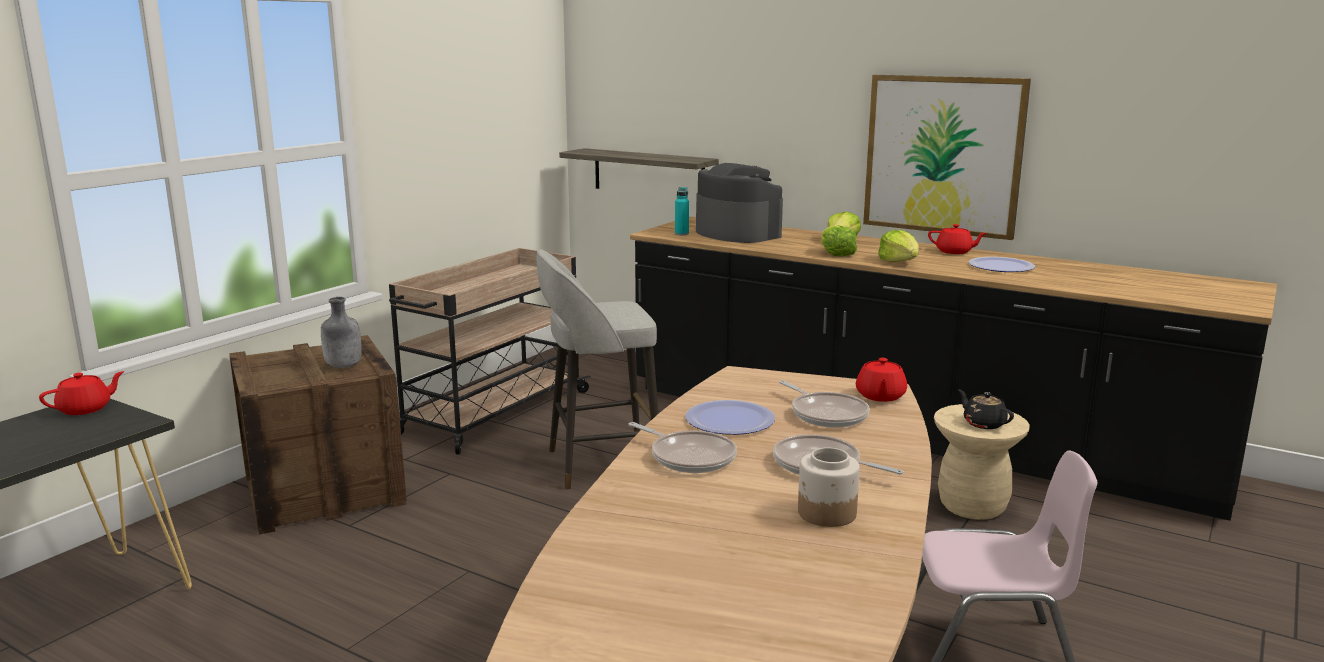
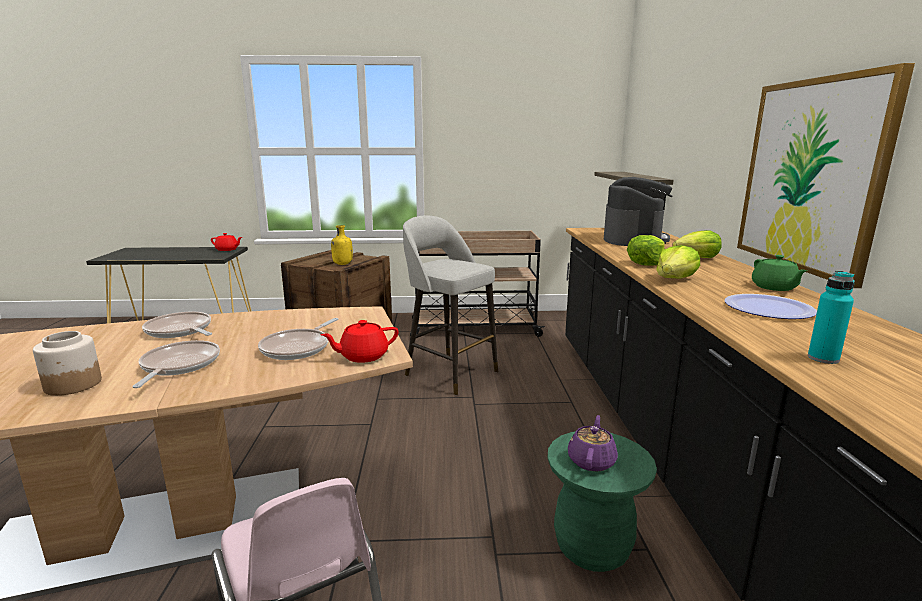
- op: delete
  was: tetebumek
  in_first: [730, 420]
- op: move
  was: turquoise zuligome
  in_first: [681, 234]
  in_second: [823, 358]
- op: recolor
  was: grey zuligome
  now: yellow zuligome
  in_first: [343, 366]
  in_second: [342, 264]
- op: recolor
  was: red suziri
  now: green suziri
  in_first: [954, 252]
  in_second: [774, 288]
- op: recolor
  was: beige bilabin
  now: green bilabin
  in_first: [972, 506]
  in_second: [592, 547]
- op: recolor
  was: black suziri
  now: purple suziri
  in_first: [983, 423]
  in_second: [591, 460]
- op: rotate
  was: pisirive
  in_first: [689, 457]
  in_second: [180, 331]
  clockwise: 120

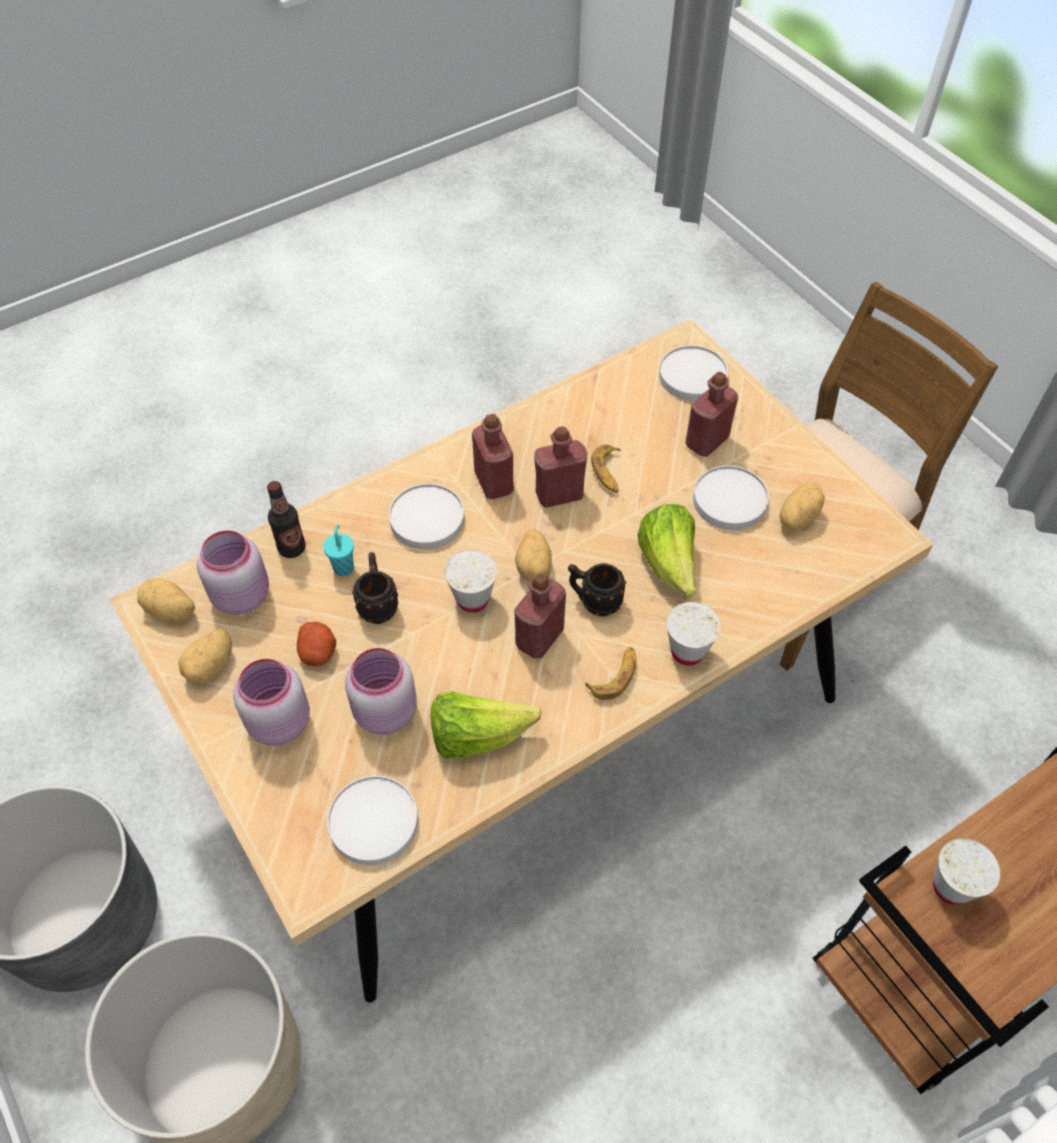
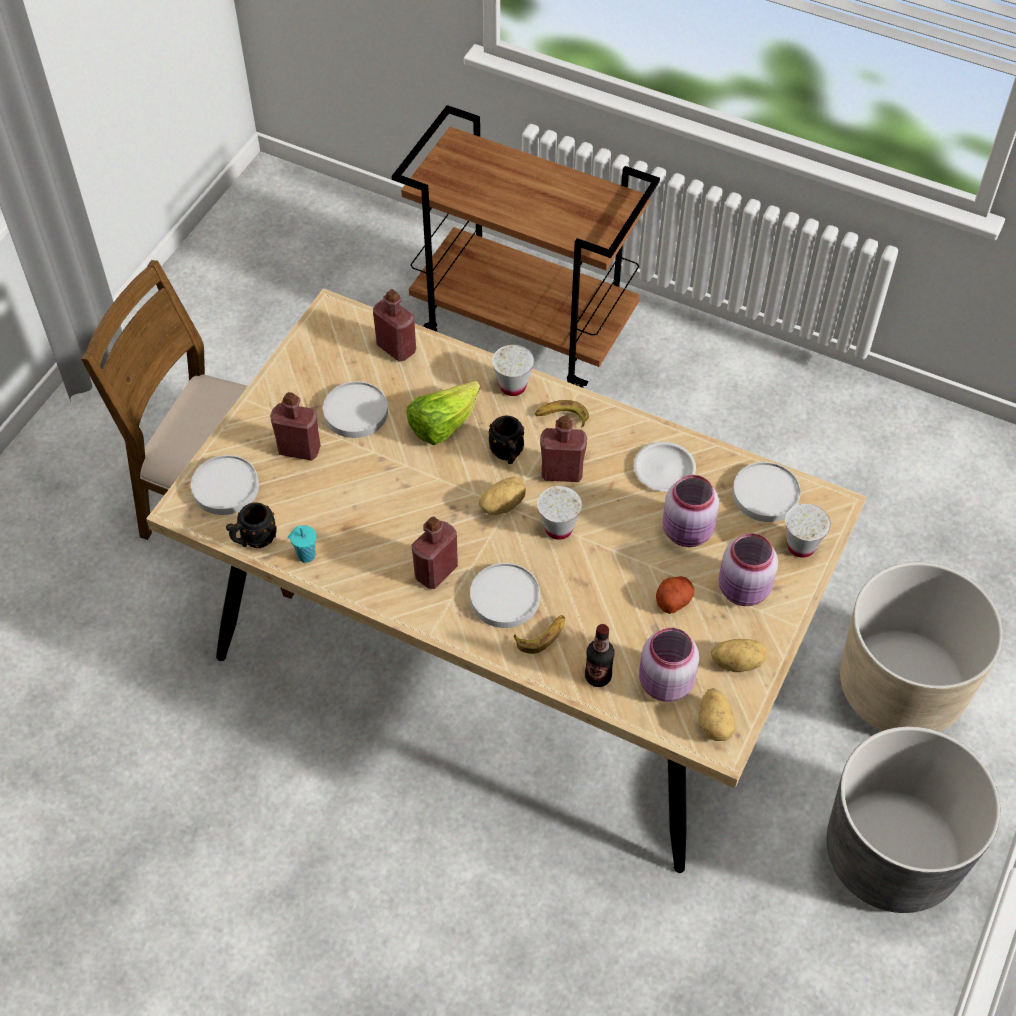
- op: delete
  was: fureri
  in_first: [796, 517]
- op: move
  was: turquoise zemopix
  in_first: [343, 567]
  in_second: [305, 556]
- op: move
  was: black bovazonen
  in_first: [378, 604]
  in_second: [253, 540]
- op: move
  was: red zuligome
  in_first: [559, 495]
  in_second: [396, 348]
- op: move
  was: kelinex
  in_first: [608, 473]
  in_second: [542, 636]
- op: move
  was: white zemopix
  in_first: [951, 887]
  in_second: [801, 546]
- op: replace
  was: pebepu
  now: white tetebumek
  in_first: [477, 736]
  in_second: [664, 470]

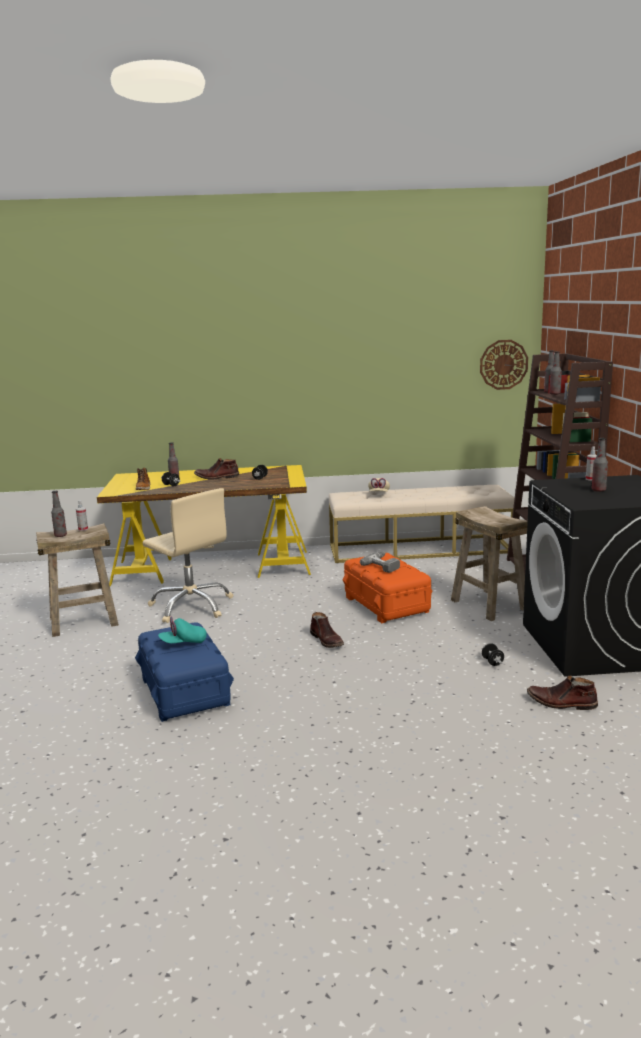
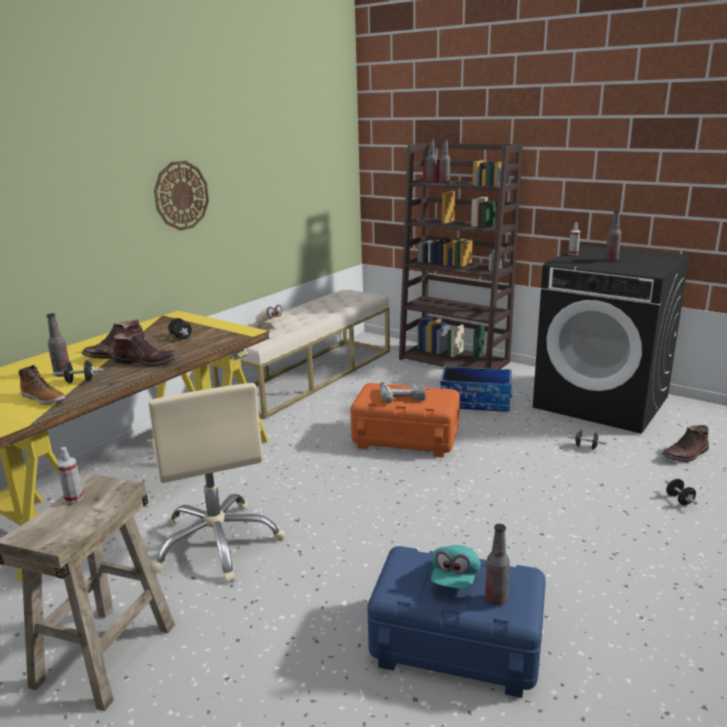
- op: insert
  now: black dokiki
  in_second: [679, 500]
- op: move
  was: zuligome
  in_first: [60, 535]
  in_second: [496, 599]
- op: move
  was: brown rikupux
  in_first: [327, 640]
  in_second: [147, 362]
- op: move
  was: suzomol
  in_first: [503, 364]
  in_second: [181, 195]
- op: replace
  was: beige bilabin
  now: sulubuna
  in_first: [489, 605]
  in_second: [476, 402]
- op: rotate
  was: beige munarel
  in_first: [192, 606]
  in_second: [218, 543]
  clockwise: 75

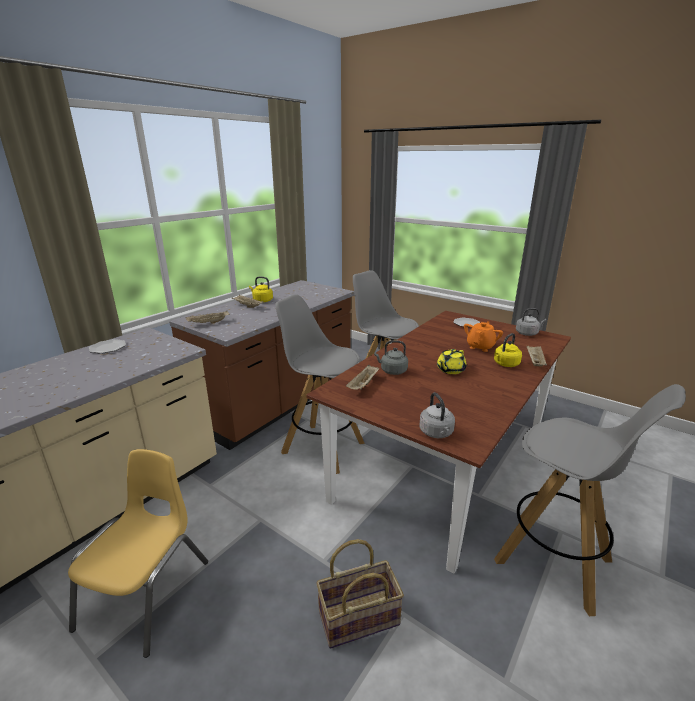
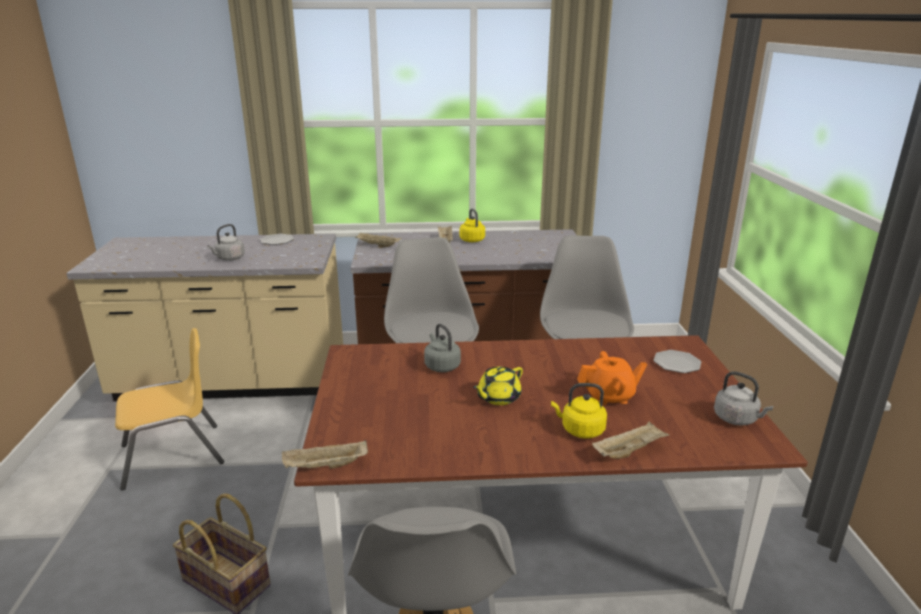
- op: move
  was: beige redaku
  in_first: [363, 385]
  in_second: [325, 467]
- op: move
  was: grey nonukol
  in_first: [437, 433]
  in_second: [229, 258]
- op: rotate
  was: yellow suziri
  in_first: [450, 370]
  in_second: [498, 397]
  clockwise: -45

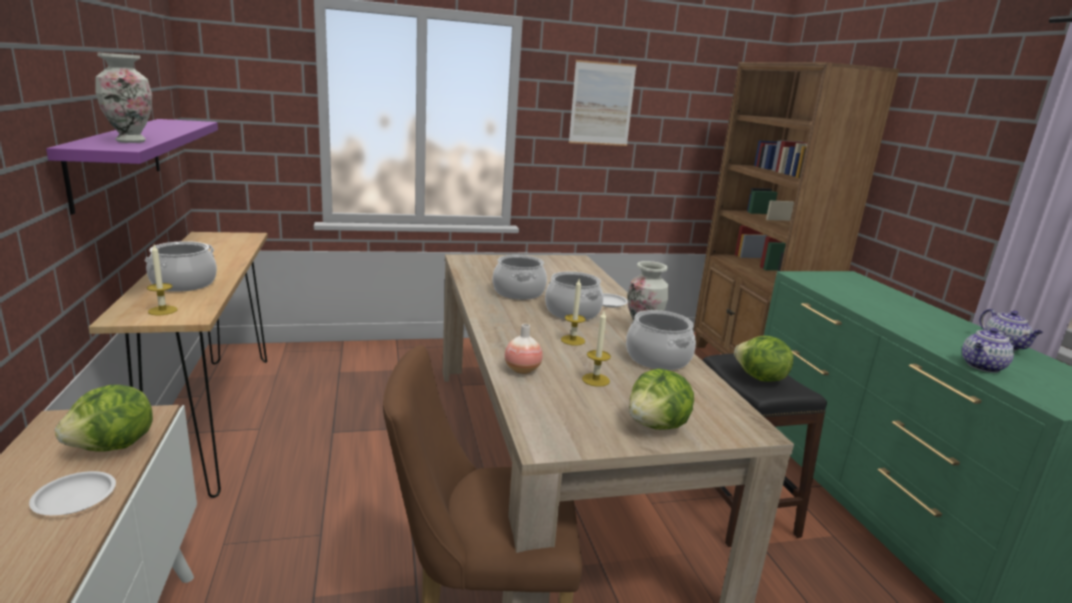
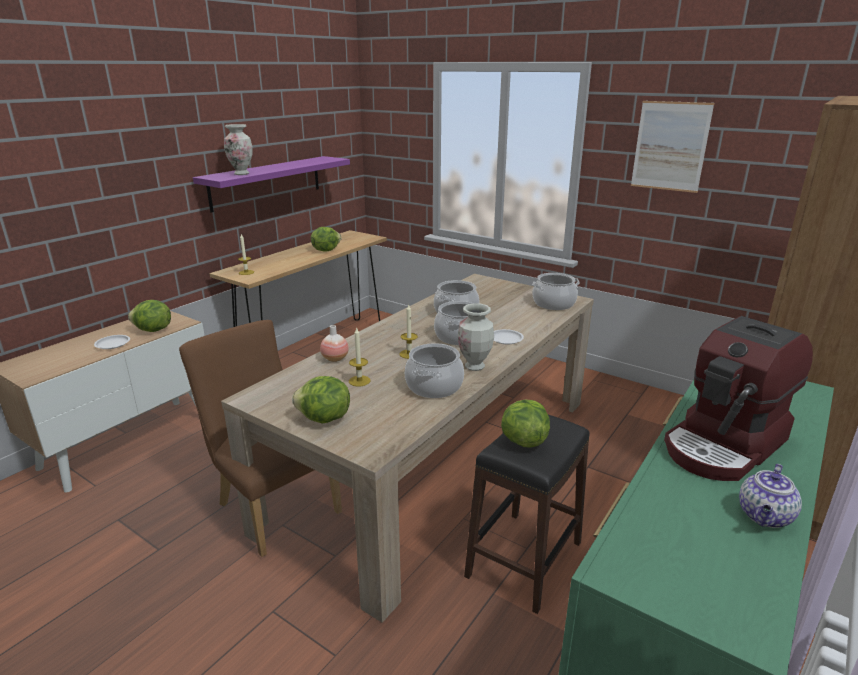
- op: delete
  was: suziri
  in_first: [982, 367]
- op: insert
  now: pebepu
  in_second: [326, 250]
- op: insert
  now: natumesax
  in_second: [725, 445]
- op: move
  was: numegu
  in_first: [184, 284]
  in_second: [553, 304]

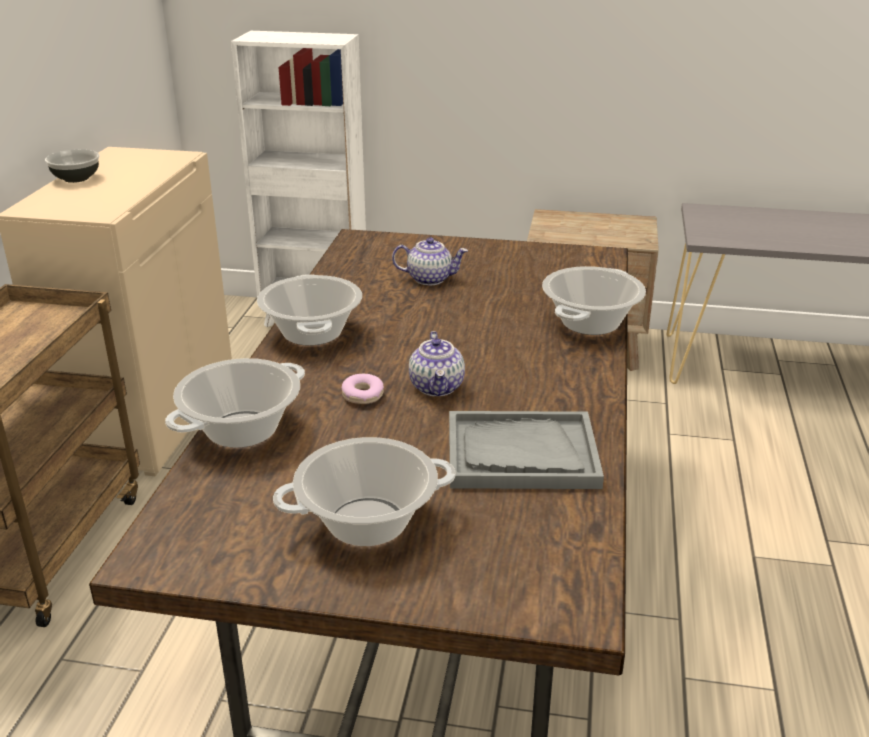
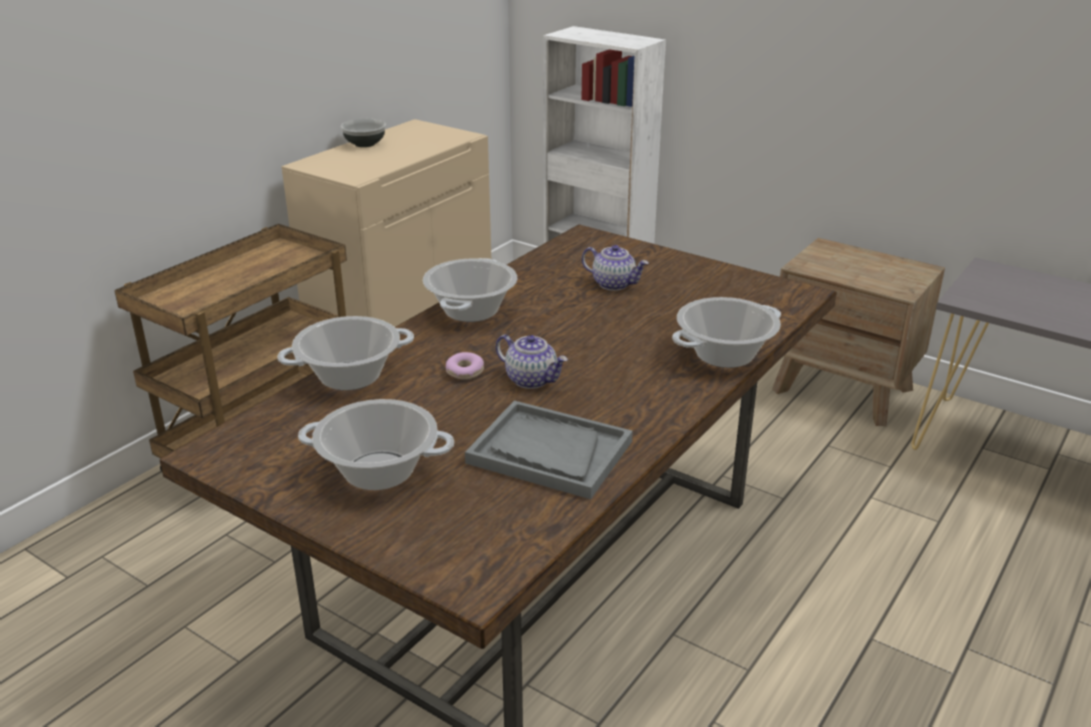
- op: rotate
  was: suziri
  in_first: [437, 387]
  in_second: [532, 380]
  clockwise: -75

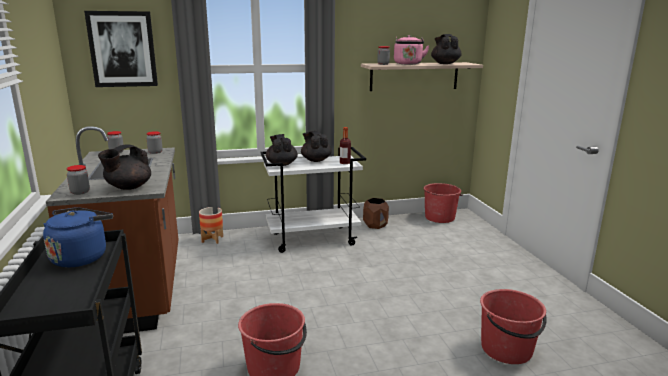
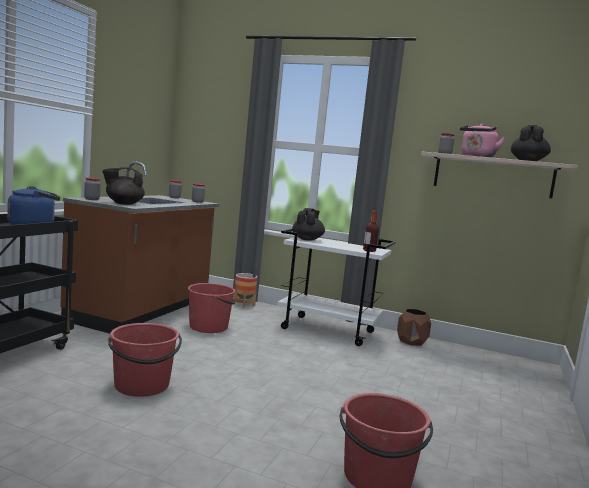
- op: delete
  was: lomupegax
  in_first: [122, 49]
- op: delete
  was: black suziri
  in_first: [315, 160]
- op: move
  was: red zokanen
  in_first: [440, 217]
  in_second: [209, 327]

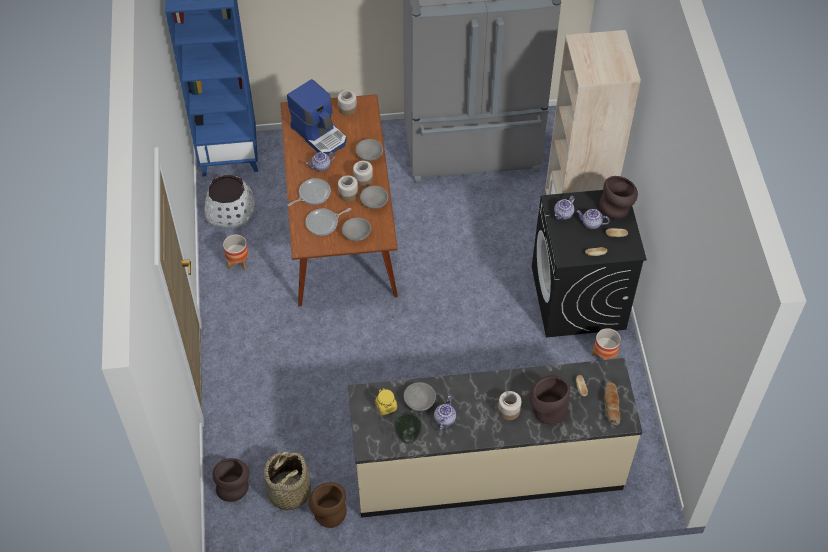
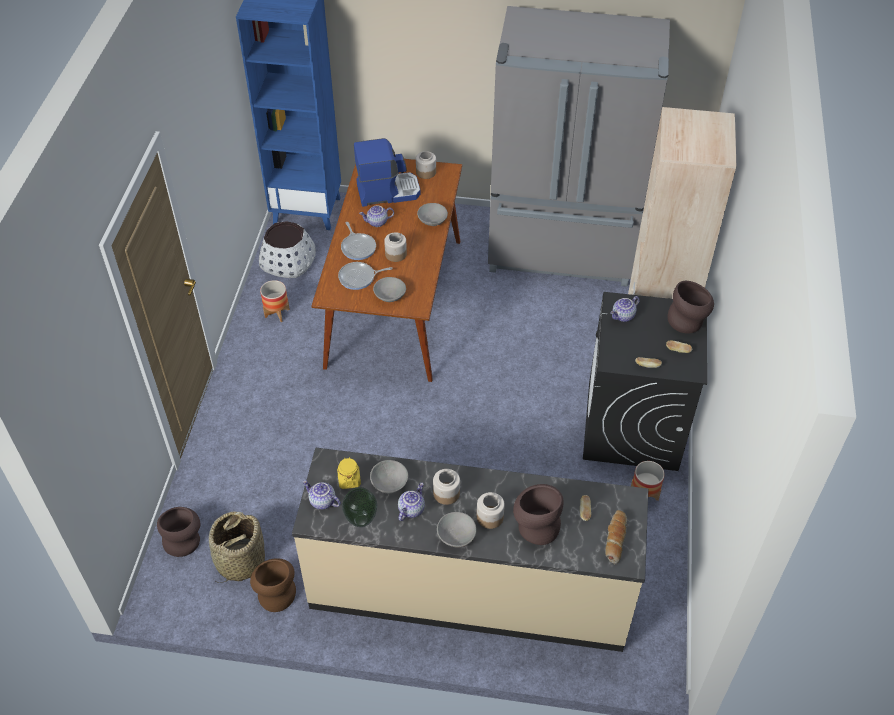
- op: move
  was: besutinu
  in_first: [363, 179]
  in_second: [446, 493]
- op: move
  was: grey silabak
  in_first: [374, 202]
  in_second: [456, 536]
- op: move
  was: suziri
  in_first: [591, 224]
  in_second: [322, 501]
- op: rotate
  was: natumesax
  in_first: [319, 134]
  in_second: [387, 191]
  clockwise: -75
- op: rotate
  was: pisirive
  in_first: [313, 194]
  in_second: [358, 247]
  clockwise: 90

